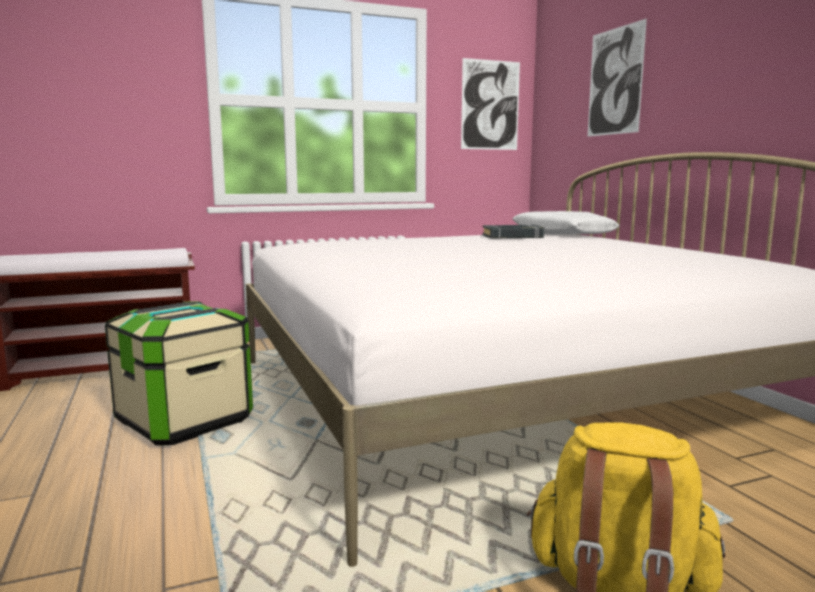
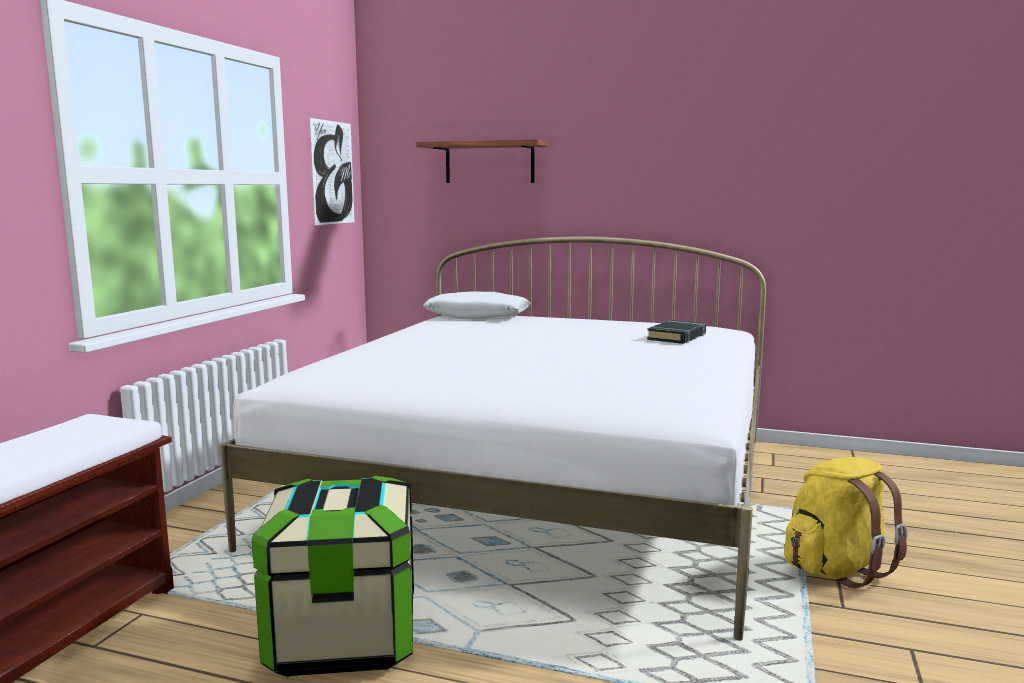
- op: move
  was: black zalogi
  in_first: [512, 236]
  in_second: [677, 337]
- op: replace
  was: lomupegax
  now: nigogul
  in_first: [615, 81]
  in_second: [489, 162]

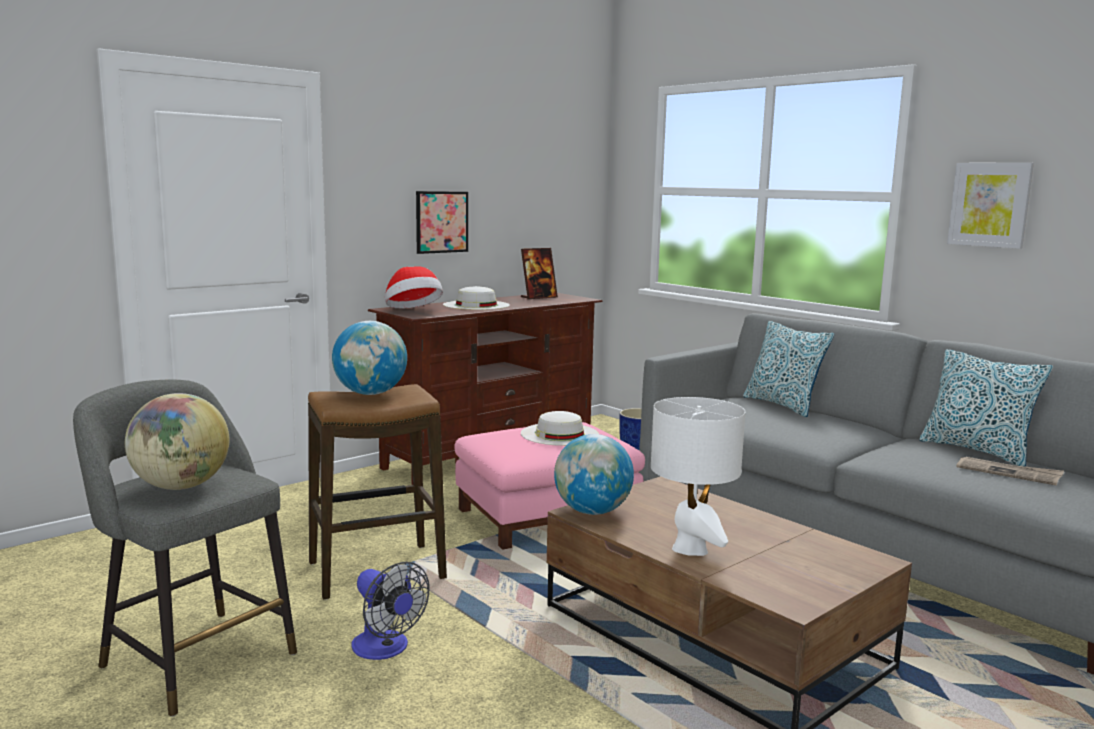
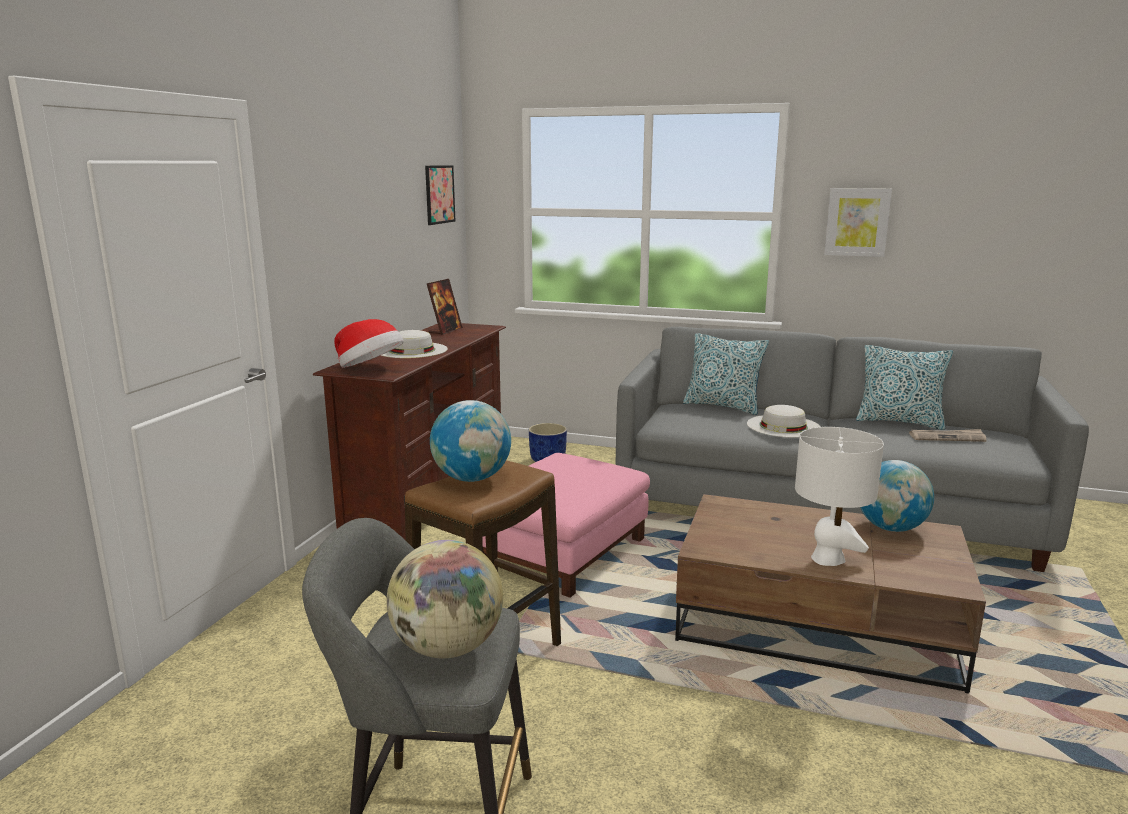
- op: delete
  was: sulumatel
  in_first: [386, 649]
- op: move
  was: lomupegax
  in_first: [442, 222]
  in_second: [439, 194]
- op: move
  was: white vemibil
  in_first: [559, 434]
  in_second: [783, 426]
- op: move
  was: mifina
  in_first: [592, 512]
  in_second: [891, 528]

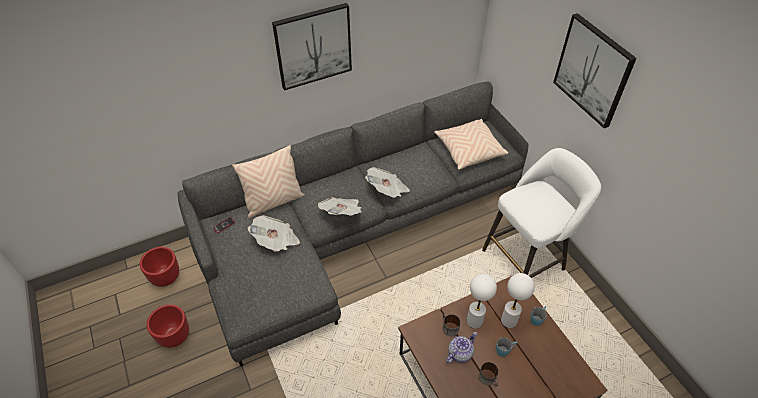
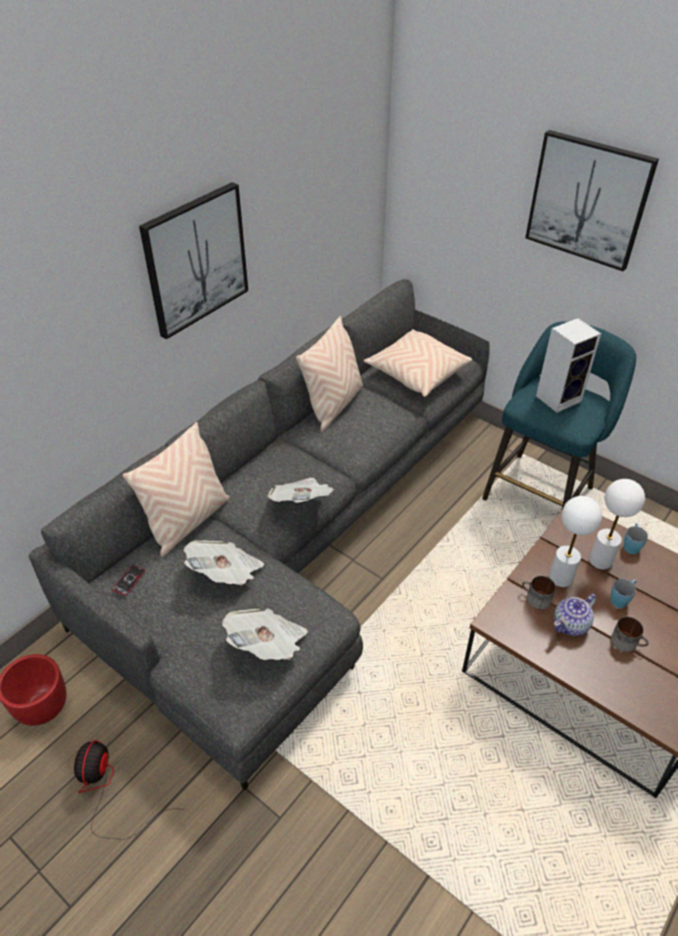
- op: insert
  now: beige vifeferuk
  in_second: [333, 405]
- op: insert
  now: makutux
  in_second: [559, 397]
- op: move
  was: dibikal
  in_first: [387, 190]
  in_second: [268, 645]
- op: replace
  was: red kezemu
  now: sulumatel
  in_first: [174, 336]
  in_second: [108, 791]
- op: recolor
  was: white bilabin
  now: turquoise bilabin
  in_first: [526, 258]
  in_second: [540, 490]
- op: rotate
  was: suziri
  in_first: [460, 353]
  in_second: [570, 625]
  clockwise: -150

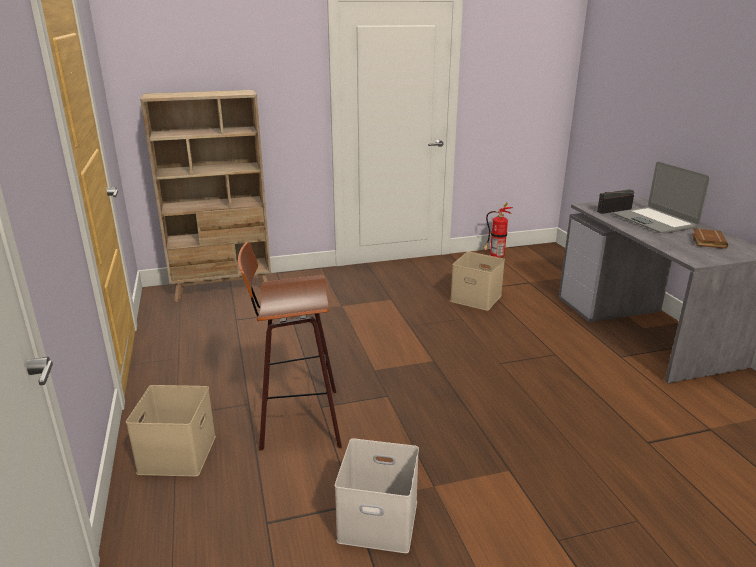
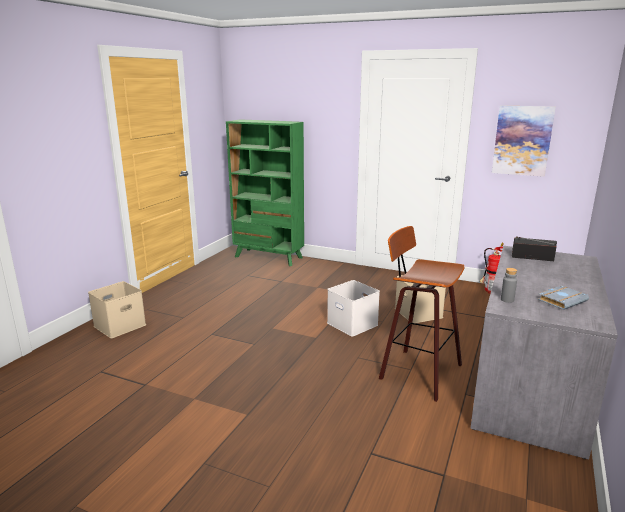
- op: delete
  was: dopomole
  in_first: [654, 221]
- op: insert
  now: lomupegax
  in_second: [522, 140]
- op: insert
  now: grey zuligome
  in_second: [507, 300]
- op: move
  was: bilabin
  in_first: [296, 420]
  in_second: [417, 372]
- op: move
  was: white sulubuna
  in_first: [380, 519]
  in_second: [353, 324]
- op: recolor
  was: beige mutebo
  now: green mutebo
  in_first: [223, 288]
  in_second: [268, 257]
- op: recolor
  was: brown zalogi
  now: grey zalogi
  in_first: [707, 241]
  in_second: [561, 300]

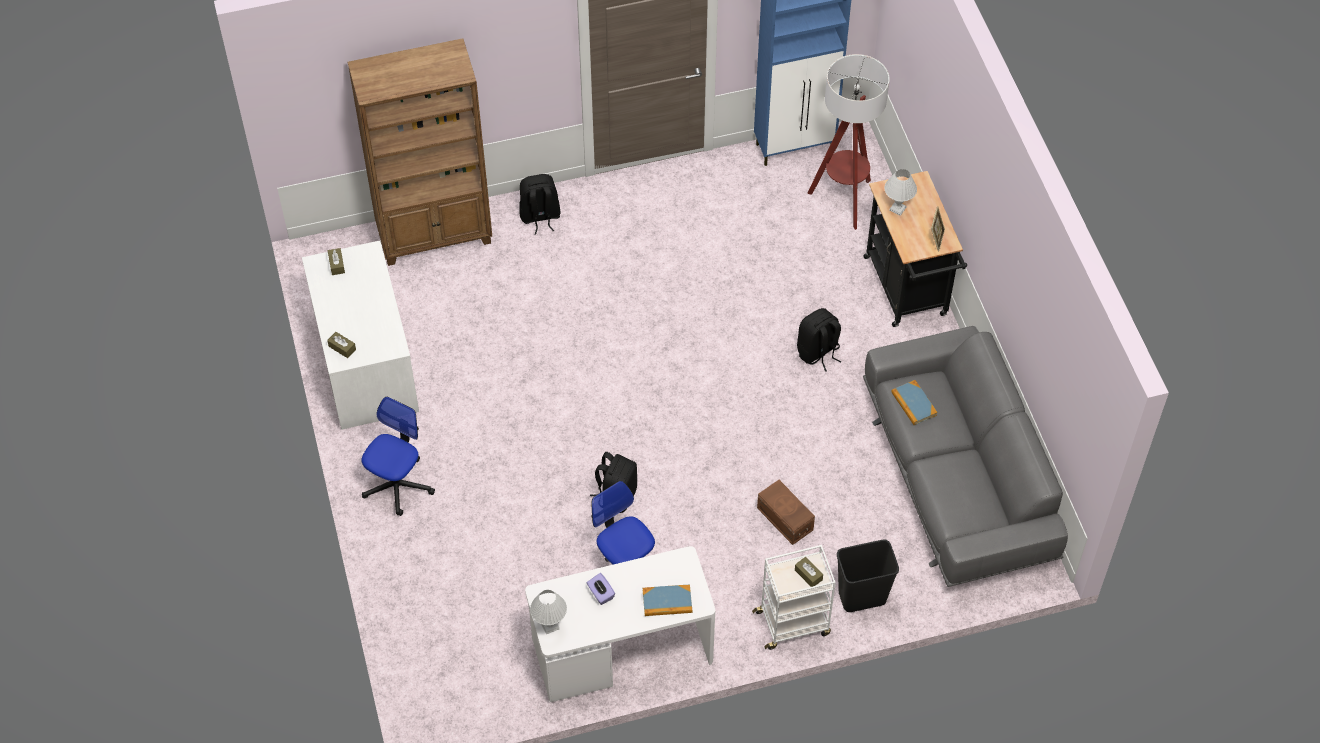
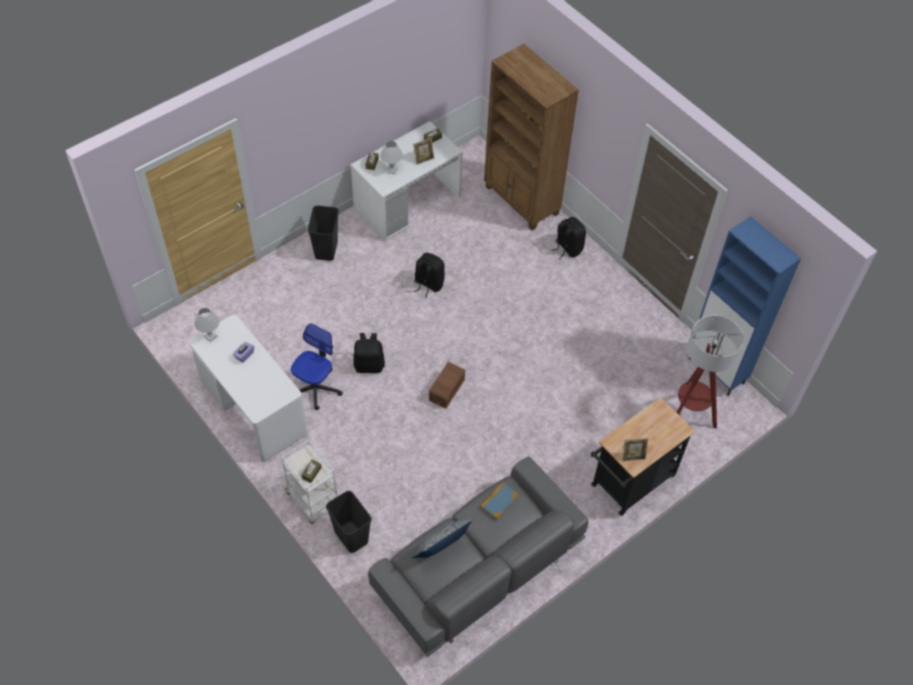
- op: delete
  was: zalogi
  in_first: [667, 602]
- op: insert
  now: vifeferuk
  in_second: [441, 550]
- op: insert
  now: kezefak
  in_second: [423, 159]
- op: move
  was: brown sulubuna
  in_first: [785, 520]
  in_second: [446, 390]
- op: move
  was: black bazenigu
  in_first: [818, 352]
  in_second: [428, 284]
- op: move
  was: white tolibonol
  in_first: [898, 208]
  in_second: [392, 170]
- op: replace
  was: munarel
  now: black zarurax
  in_first: [397, 485]
  in_second: [326, 250]

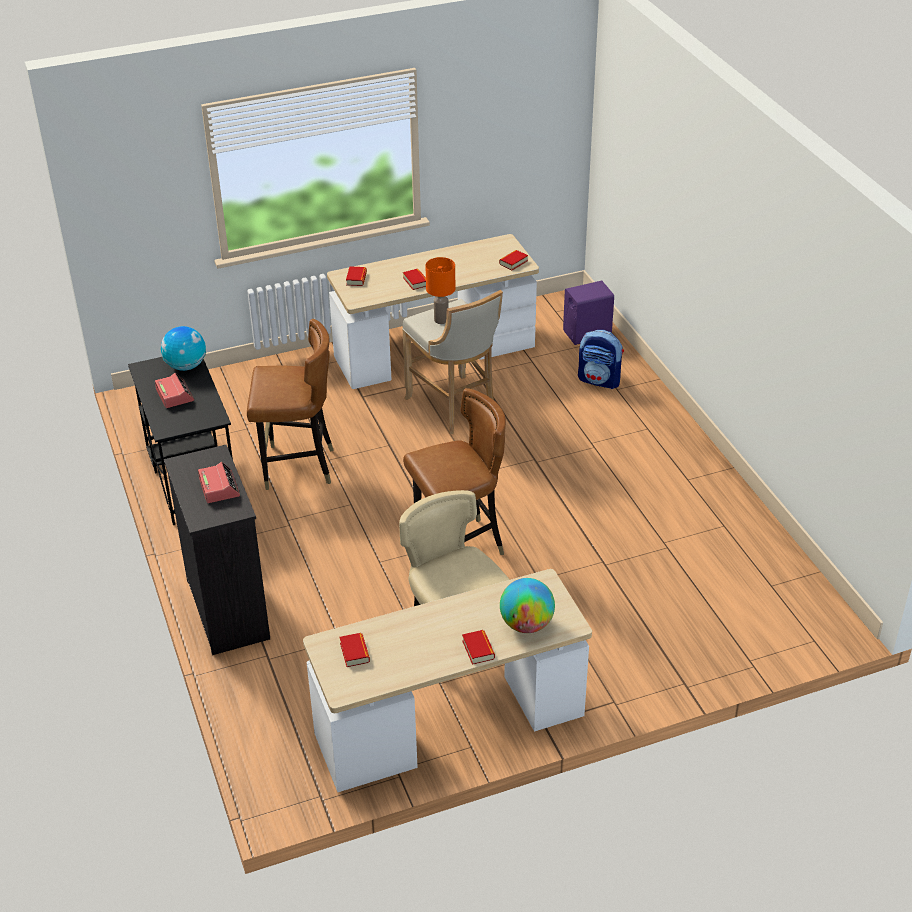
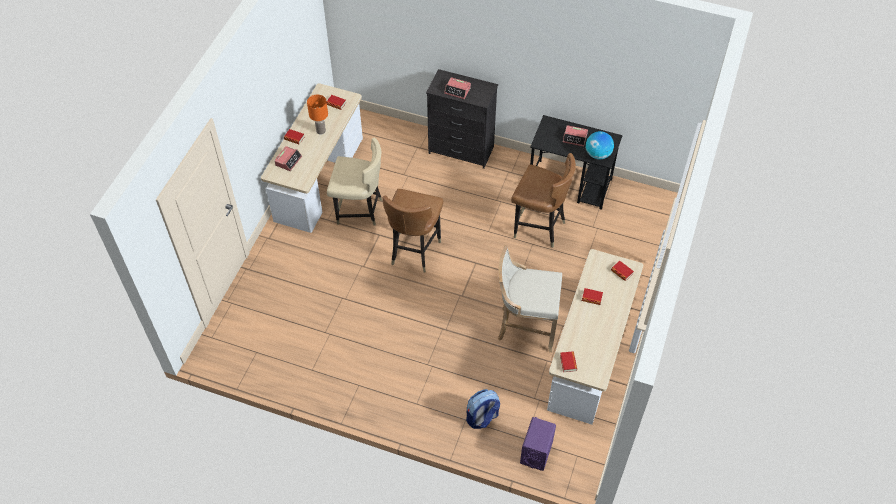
- op: move
  was: orange tolibonol
  in_first: [441, 320]
  in_second: [321, 130]
- op: replace
  was: mifina
  now: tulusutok
  in_first: [526, 624]
  in_second: [288, 161]
- op: rotate
  was: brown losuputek
  in_first: [297, 467]
  in_second: [538, 228]
  clockwise: -105

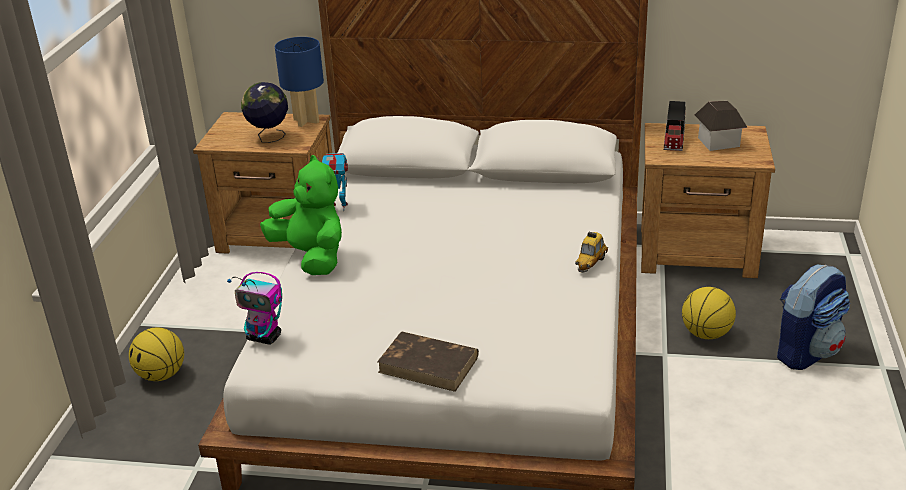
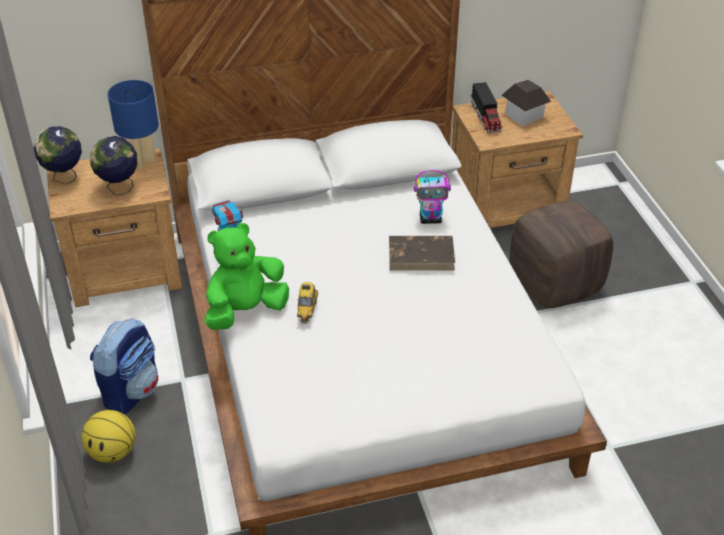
- op: insert
  now: mifina
  in_second: [64, 178]
- op: move
  was: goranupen
  in_first: [265, 337]
  in_second: [431, 219]
- op: move
  was: brown zalogi
  in_first: [429, 365]
  in_second: [422, 255]
- op: move
  was: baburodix
  in_first: [591, 263]
  in_second: [307, 309]
- op: move
  was: bazenigu
  in_first: [806, 352]
  in_second: [131, 391]
- op: replace
  was: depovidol
  now: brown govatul
  in_first: [706, 334]
  in_second: [554, 285]
- op: rotate
  was: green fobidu
  in_first: [311, 257]
  in_second: [245, 311]
  clockwise: -60

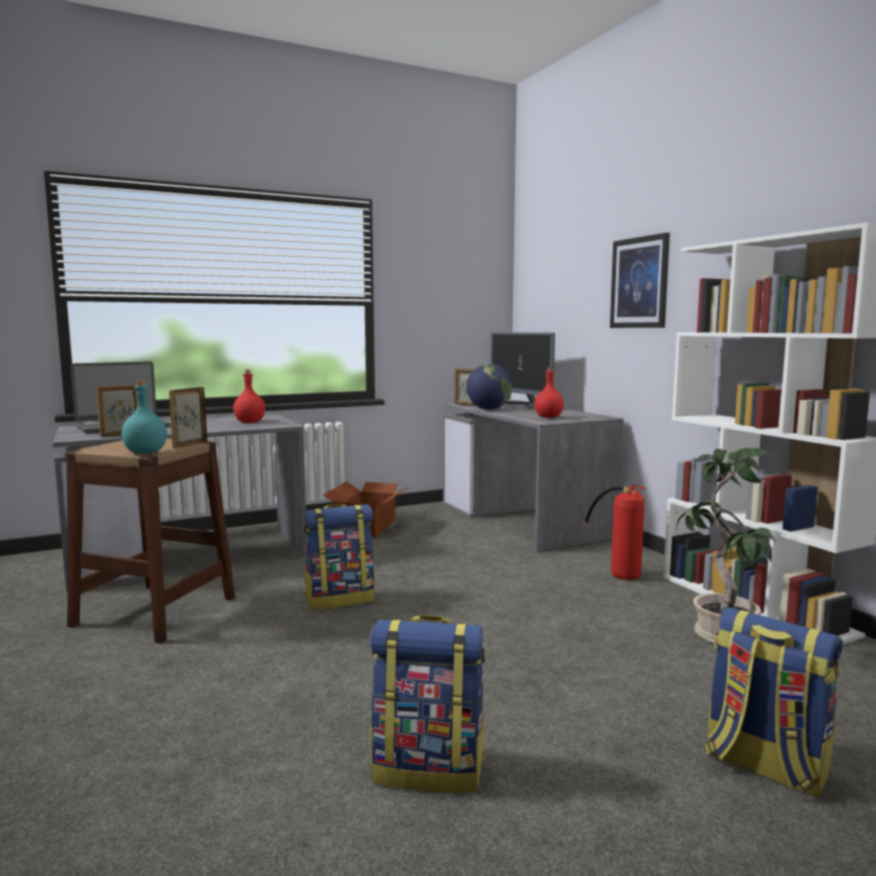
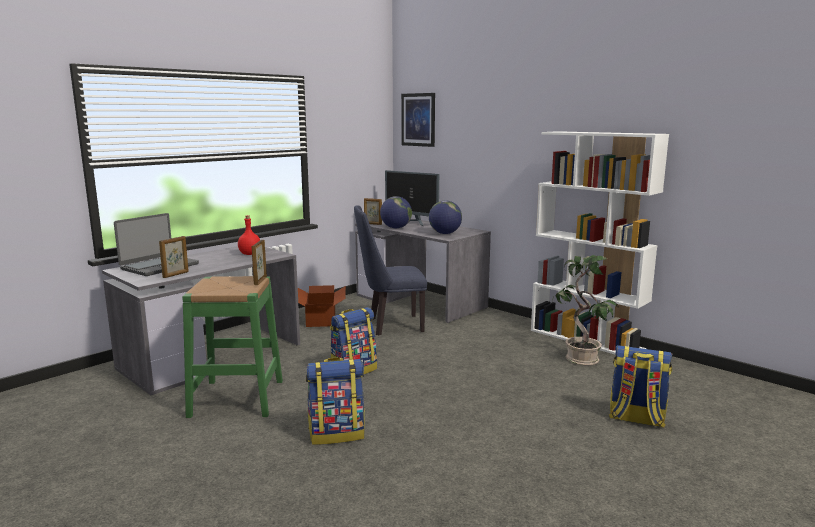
- op: delete
  was: turquoise zuligome
  in_first: [146, 453]
- op: delete
  was: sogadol
  in_first: [617, 570]
- op: insert
  now: blue losuputek
  in_second: [390, 325]
- op: move
  was: bazenigu
  in_first: [429, 768]
  in_second: [337, 434]
- op: move
  was: lomupegax
  in_first: [639, 283]
  in_second: [418, 119]
- op: replace
  was: red zuligome
  now: mifina
  in_first: [548, 417]
  in_second: [445, 233]
- op: recolor
  was: brown bilabin
  now: green bilabin
  in_first: [155, 611]
  in_second: [237, 398]

